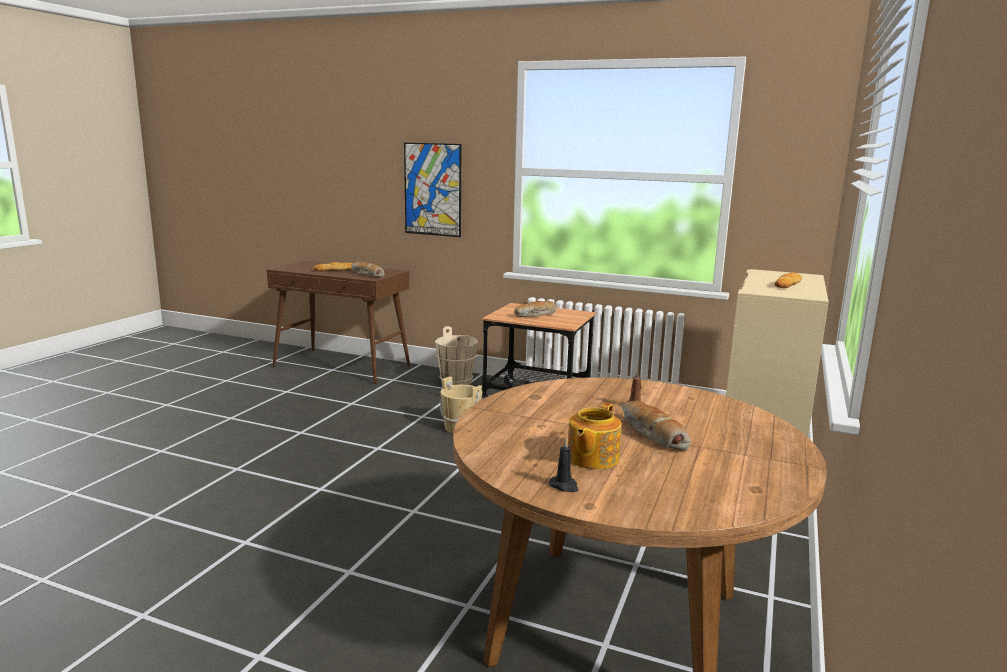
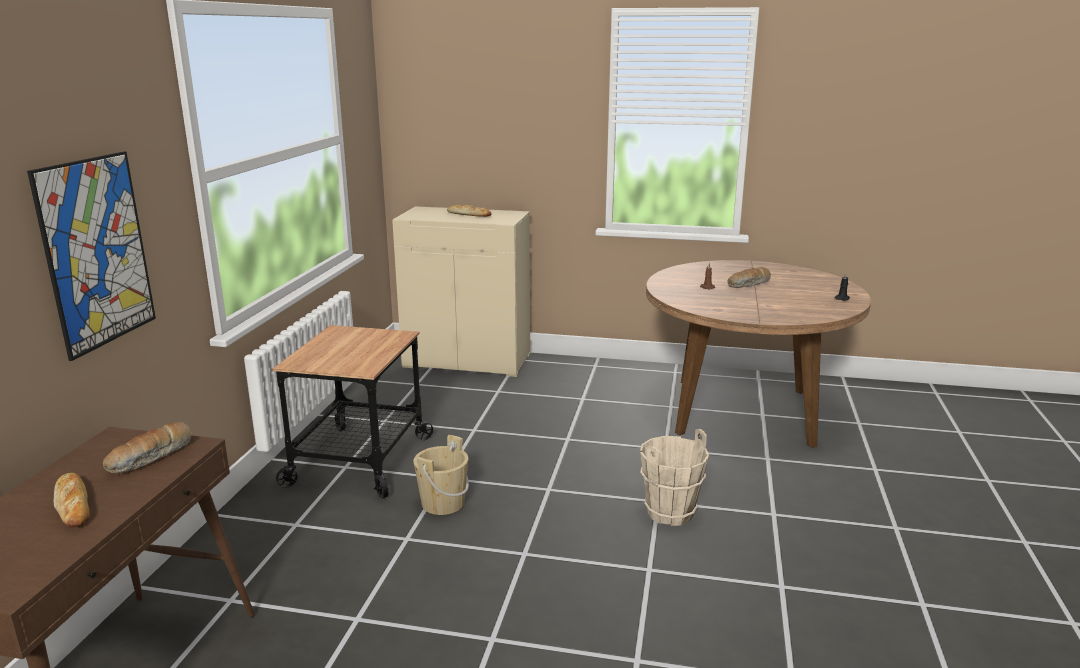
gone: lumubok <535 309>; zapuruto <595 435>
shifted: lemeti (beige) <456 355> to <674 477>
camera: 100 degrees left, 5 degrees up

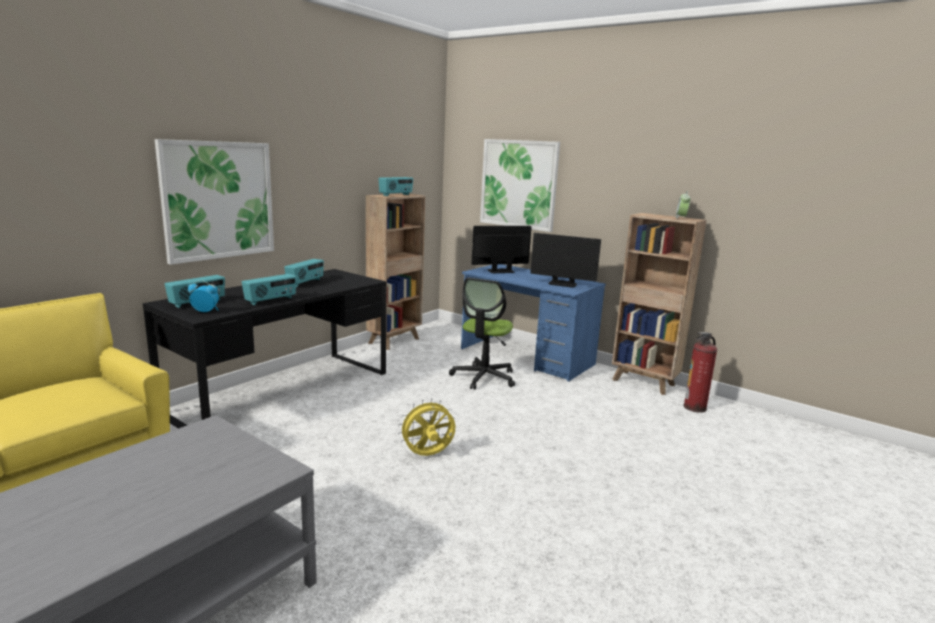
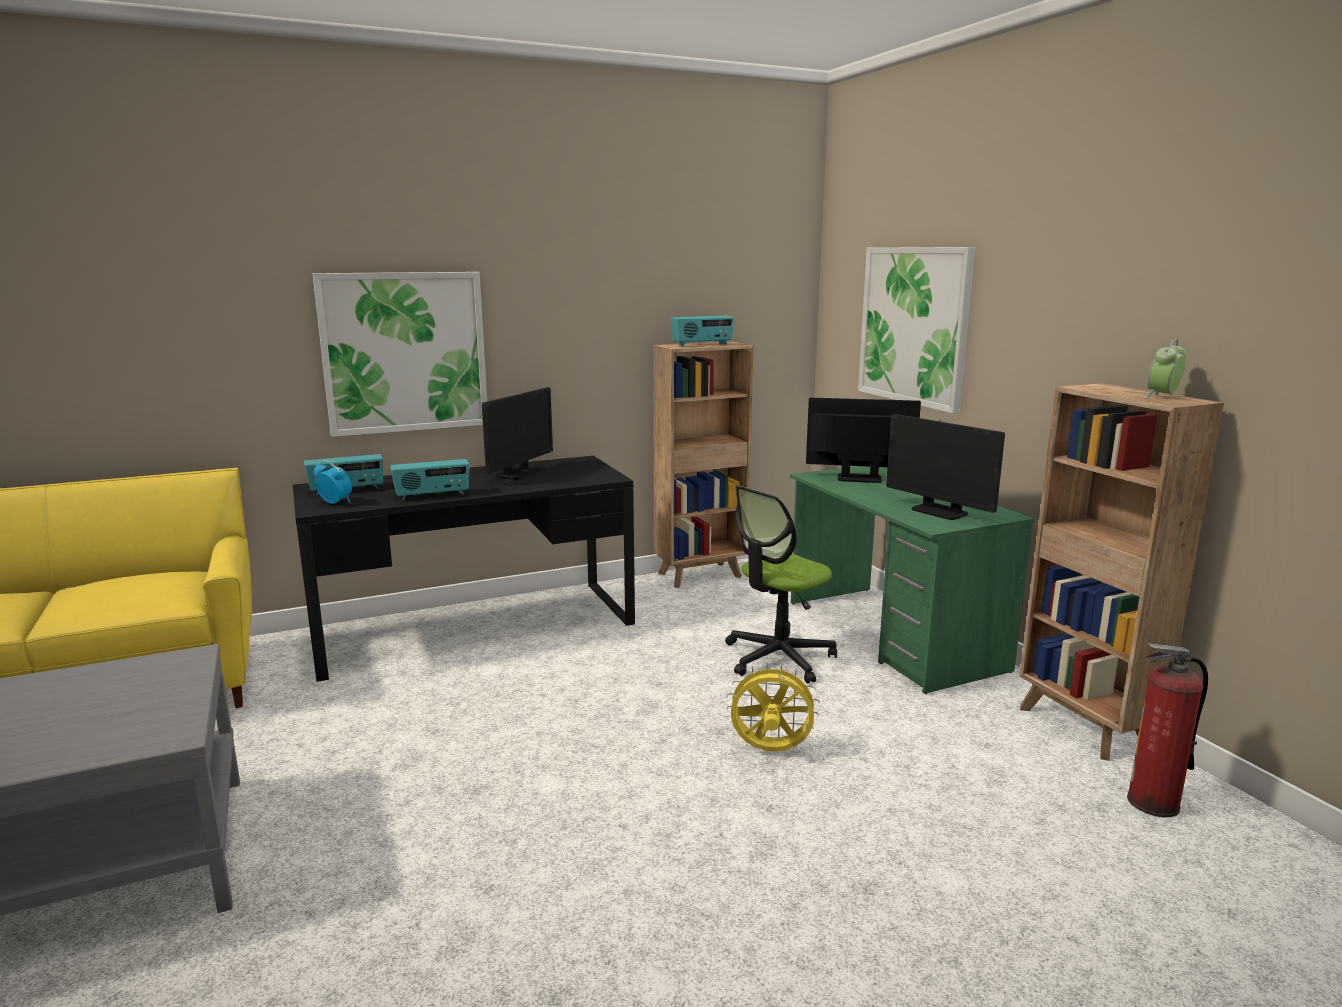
shifted: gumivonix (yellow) <426 427> to <773 707>
swapped: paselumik <304 273> to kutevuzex <517 433>
repainted: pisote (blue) <533 323> to pisote (green) <913 580>
camera: 30 degrees right, 0 degrees up

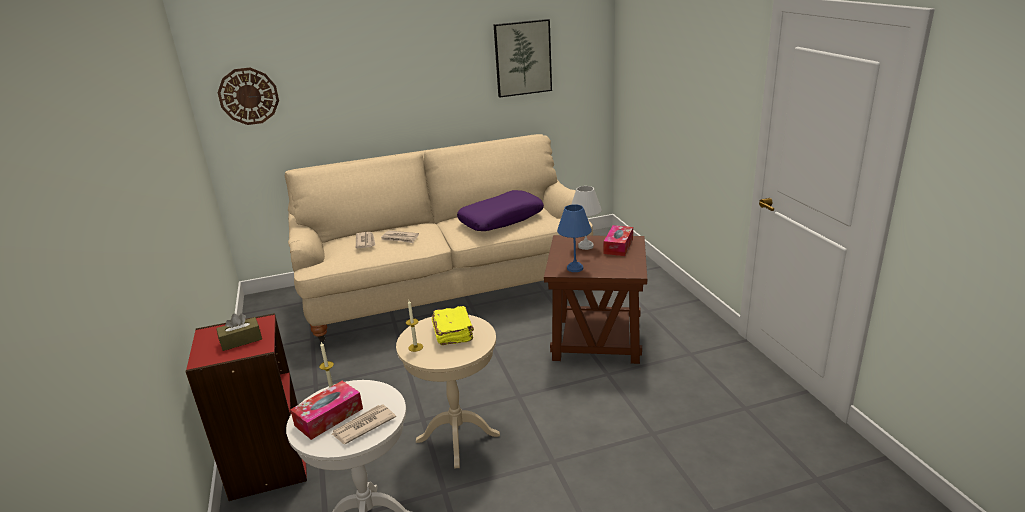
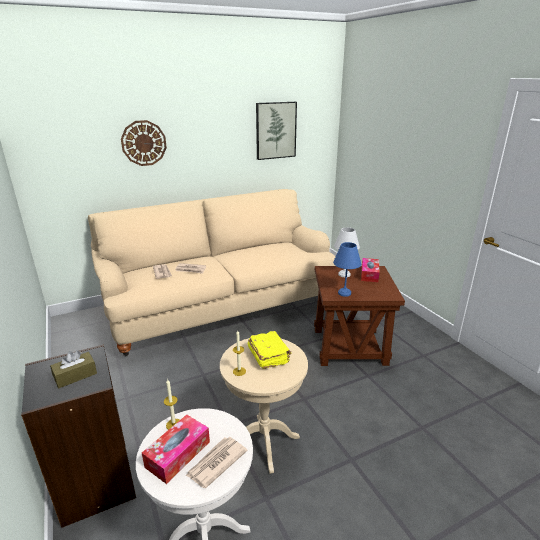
gone: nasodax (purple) <500 210>
shifted: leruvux <248 96> to <144 143>
repainted: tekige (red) <246 407> to tekige (black) <78 436>
camera: 10 degrees left, 0 degrees up

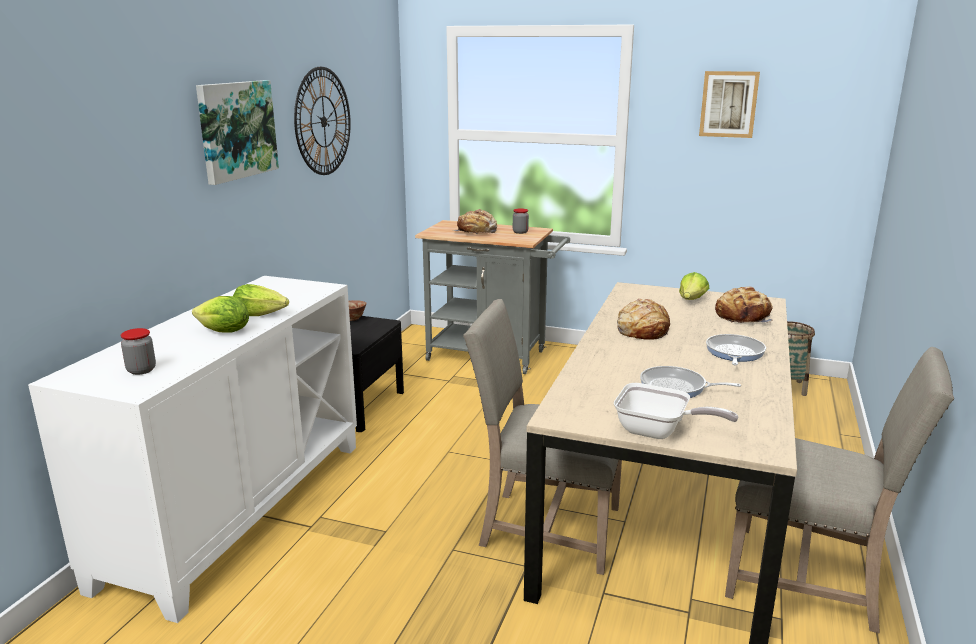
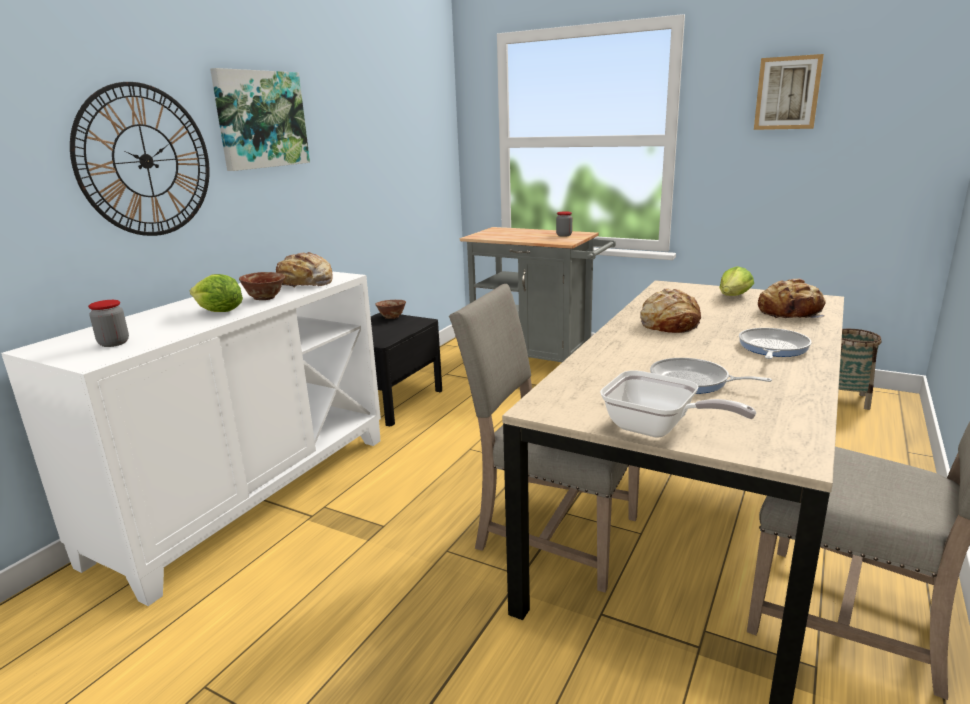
shifted: leruvux <322 121> to <140 159>; lumubok <475 221> to <304 270>
swapped: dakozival <261 300> to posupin <262 286>
camera: 10 degrees right, 0 degrees up

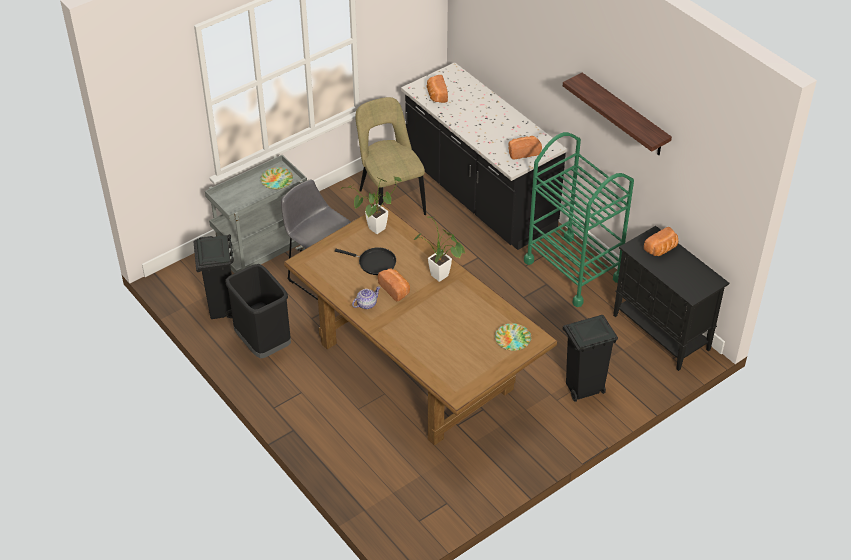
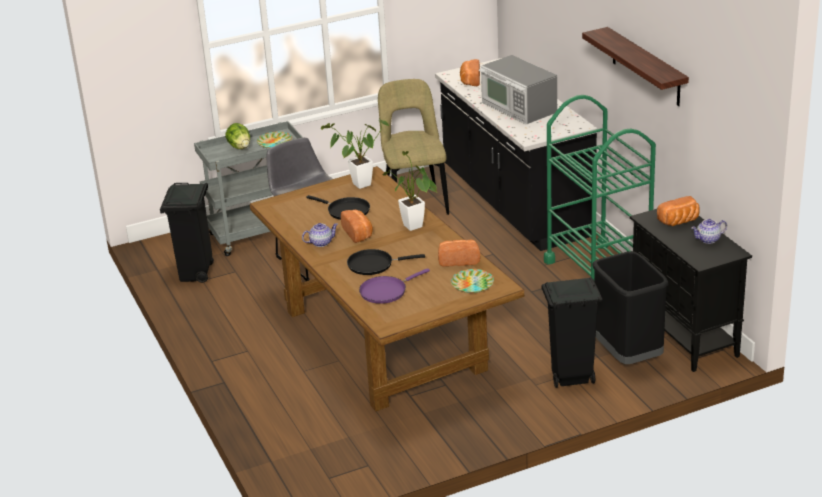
new: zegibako <517 89>; dakozival <237 136>; zapuruto <709 231>; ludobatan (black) <386 262>; ludobatan (purple) <394 286>
shifted: lumubok <525 148> to <459 253>; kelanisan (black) <258 311> to <631 307>
camera: 15 degrees right, 15 degrees down

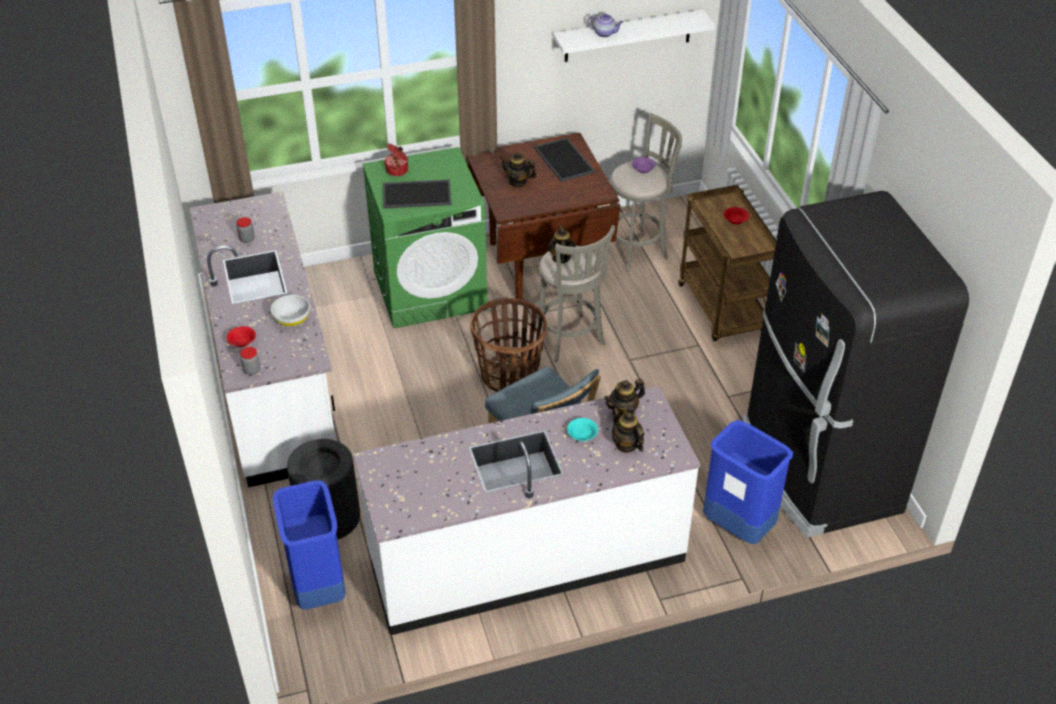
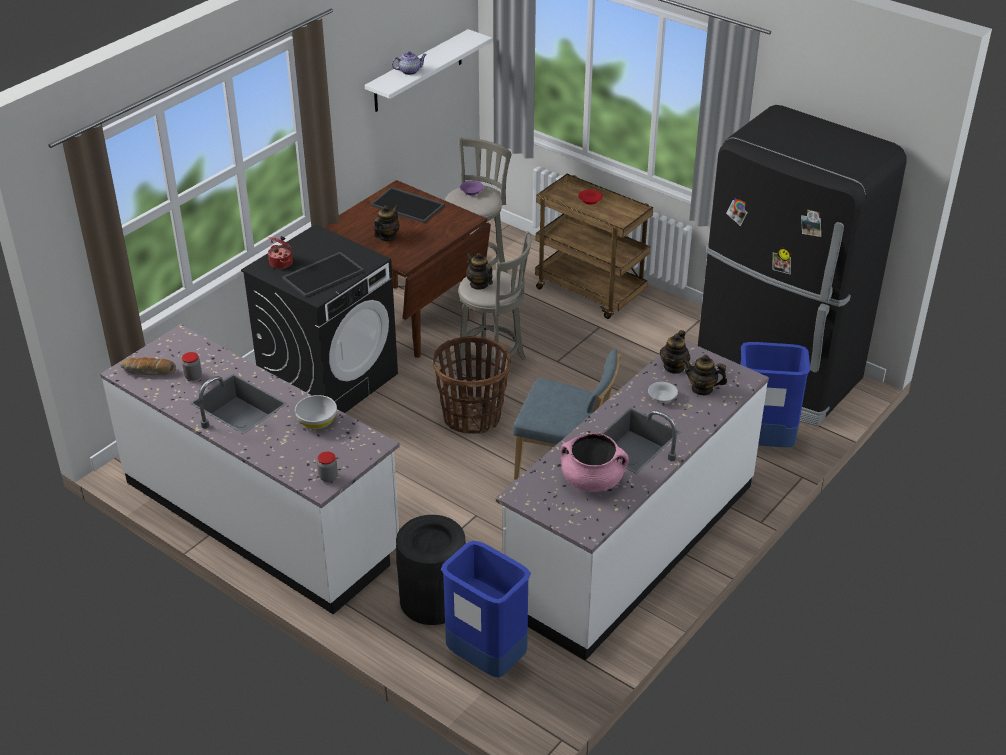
gone: posupin (red) <241 336>
new: lumubok <148 366>; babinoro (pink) <595 462>
repainted: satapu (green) <425 238> to satapu (black) <319 318>; posupin (turquoise) <582 429> to posupin (white) <663 392>
rotated: zapuruto <518 169> = <387 223> 135 degrees clockwise
camera: 35 degrees left, 5 degrees down

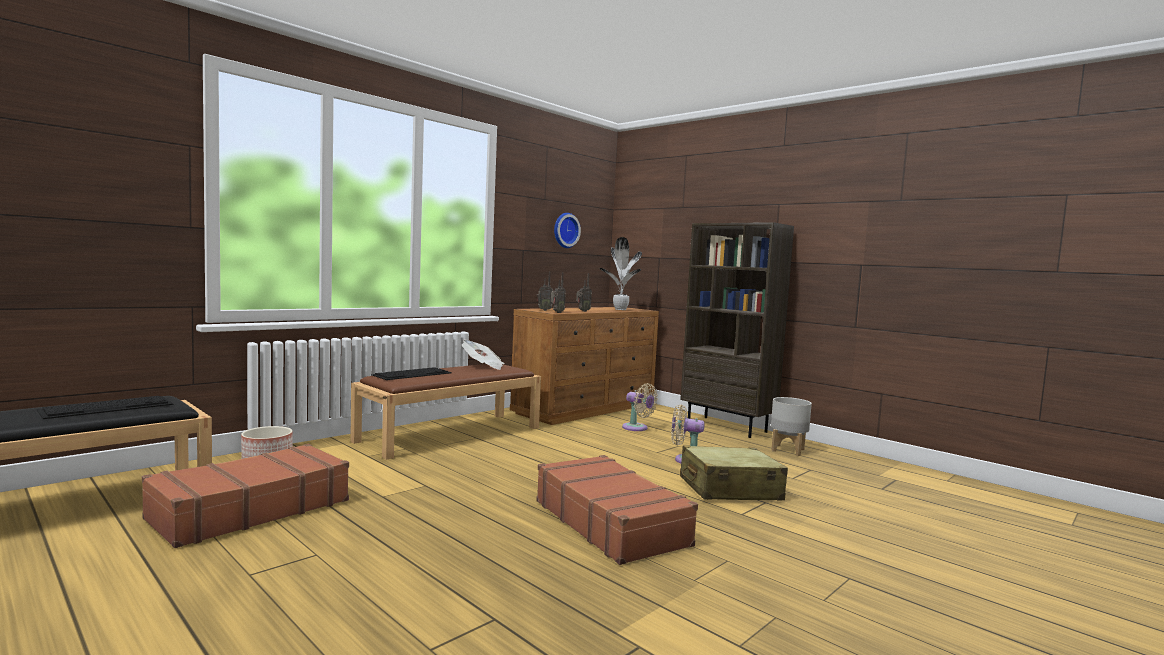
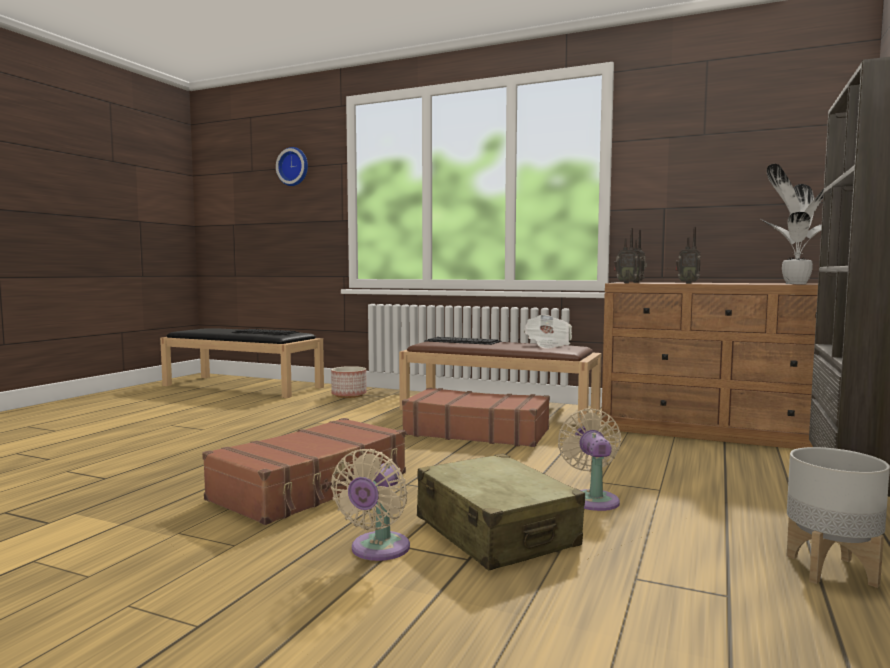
shifted: leruvux <567 230> to <292 166>; gumivonix (beige) <640 407> to <370 505>; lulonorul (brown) <245 496> to <476 417>
camera: 70 degrees right, 0 degrees up

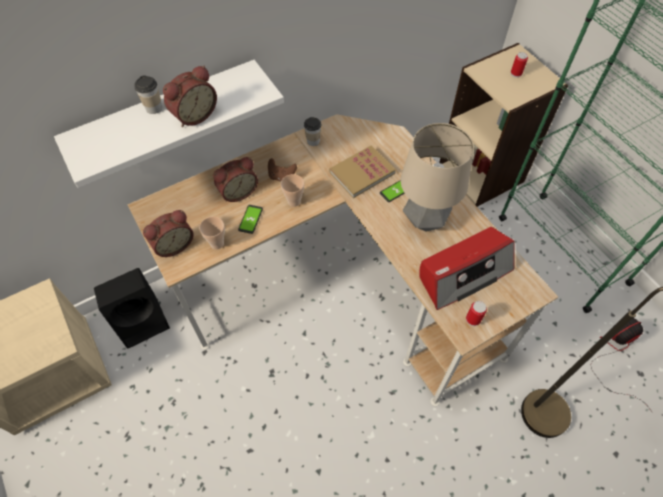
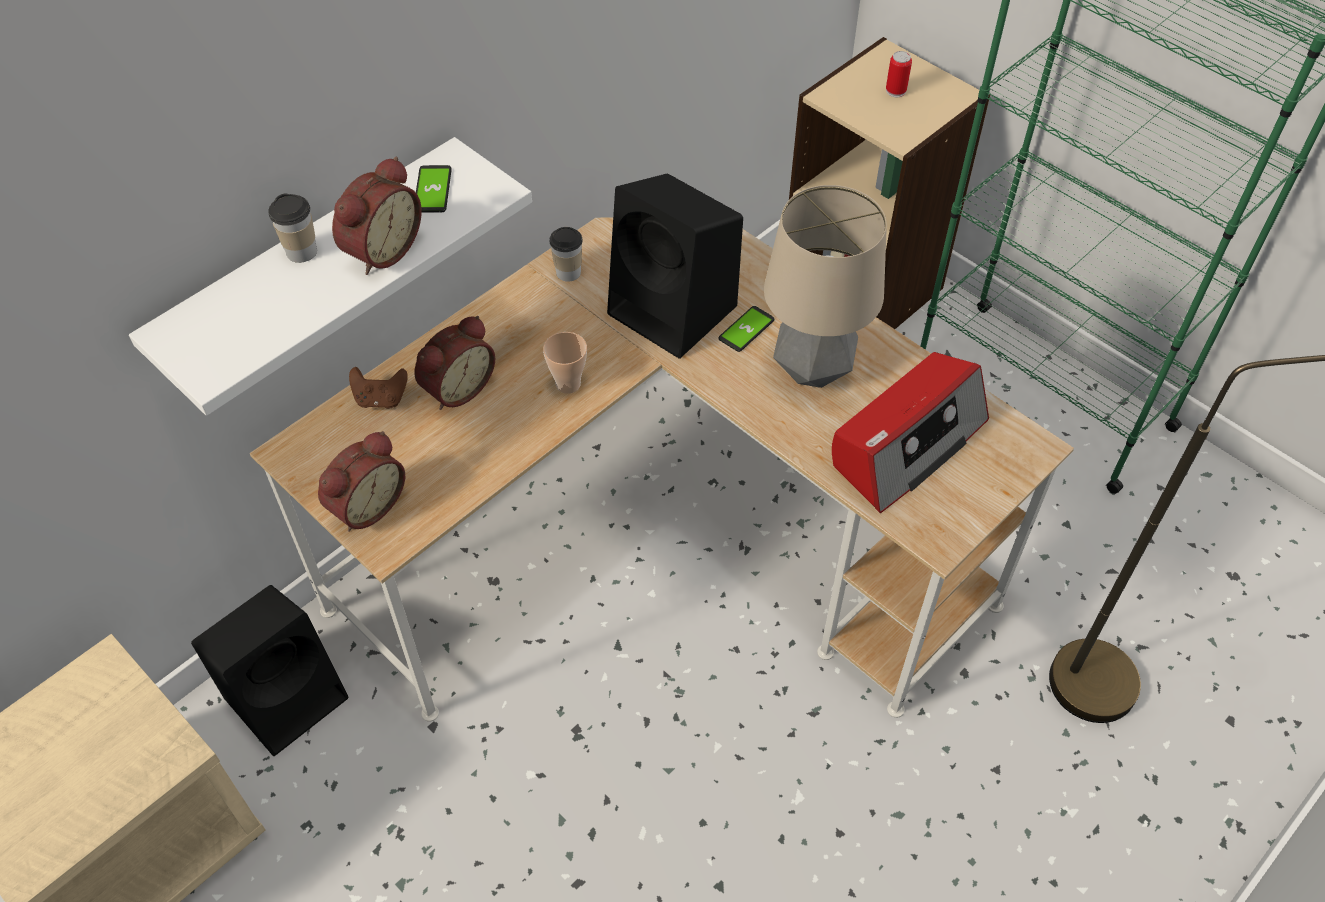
gone: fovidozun <212 233>; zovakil <476 313>; gumivonix <621 365>
shifted: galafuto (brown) <282 169> to <378 388>; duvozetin <250 219> to <434 189>
swapped: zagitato <362 171> to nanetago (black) <675 266>
camera: 15 degrees left, 5 degrees down

